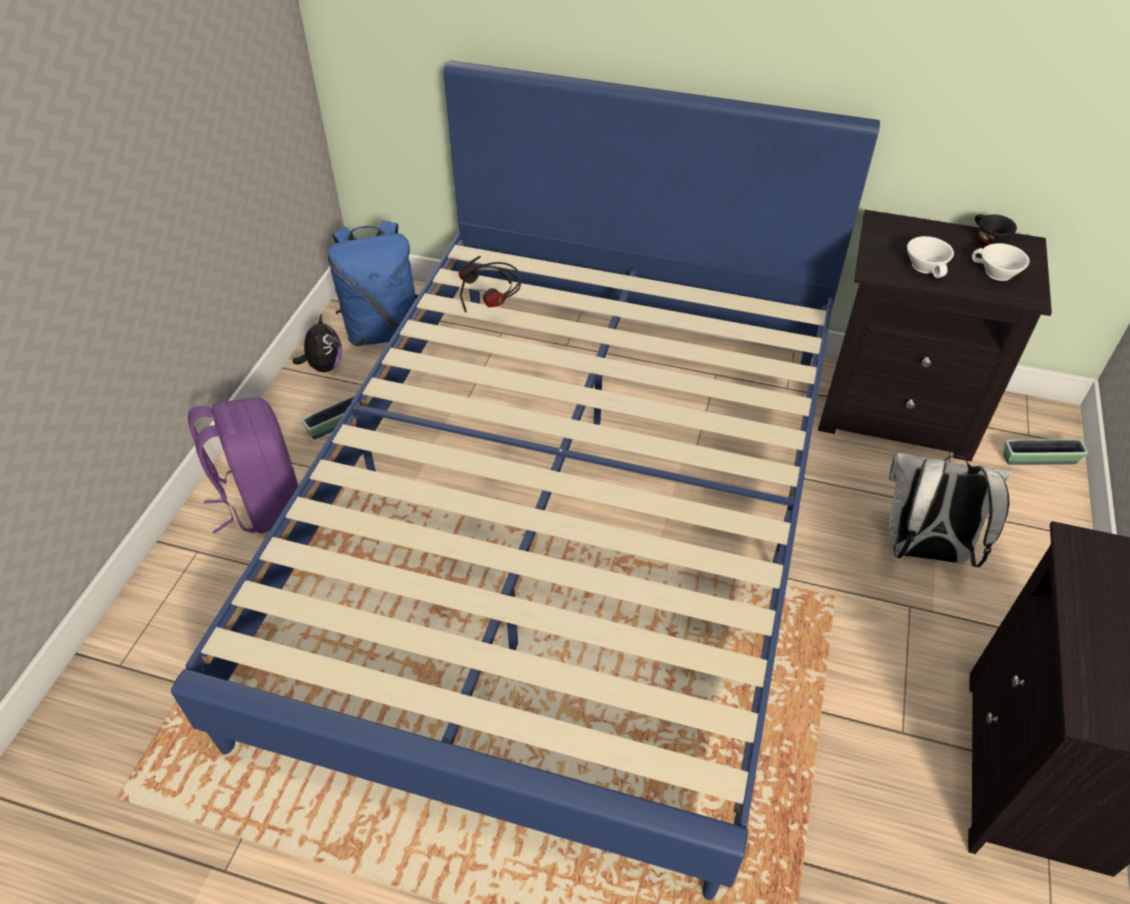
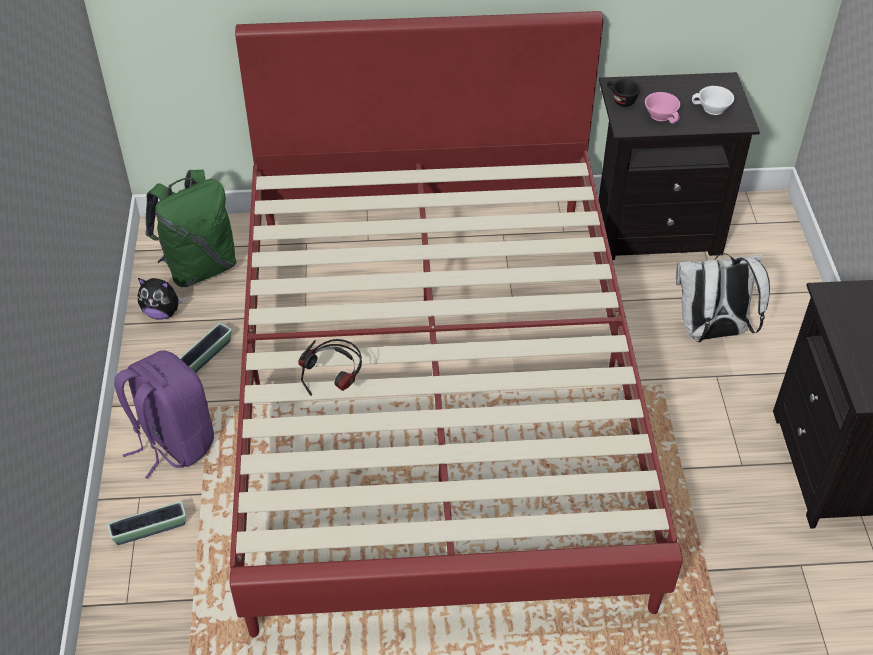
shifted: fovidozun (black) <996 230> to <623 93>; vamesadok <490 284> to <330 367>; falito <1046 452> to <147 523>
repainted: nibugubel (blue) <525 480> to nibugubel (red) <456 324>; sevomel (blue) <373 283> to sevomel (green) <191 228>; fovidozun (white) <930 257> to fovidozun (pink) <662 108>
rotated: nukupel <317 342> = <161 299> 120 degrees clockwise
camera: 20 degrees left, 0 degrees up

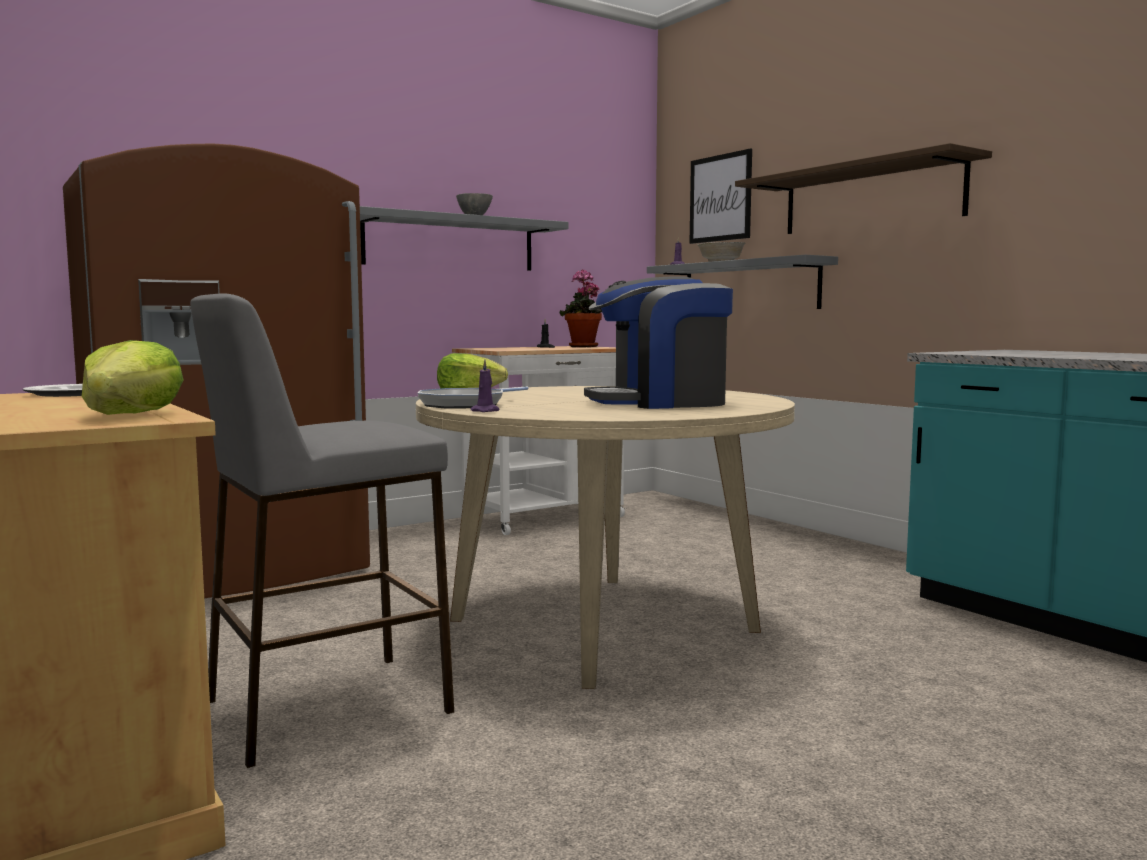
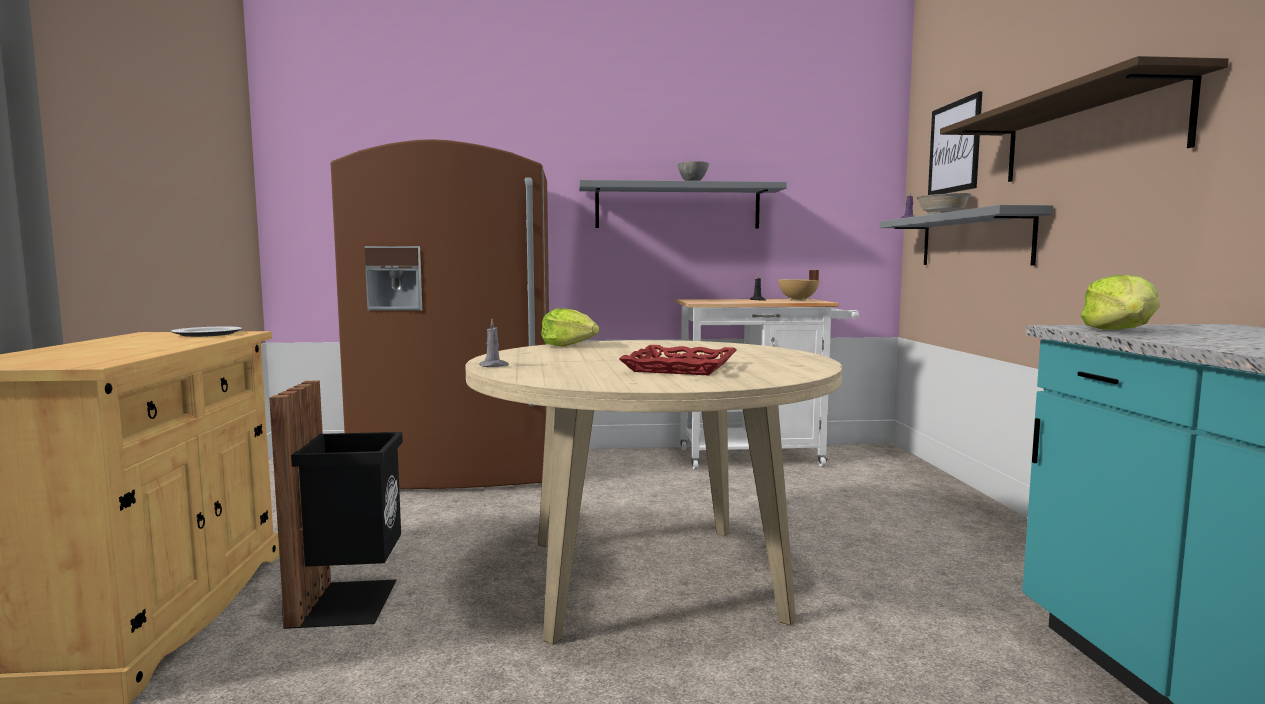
gone: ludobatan <473 397>
shifted: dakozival <133 377> to <1120 302>
swapped: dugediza <580 308> to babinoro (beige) <799 285>; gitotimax <658 343> to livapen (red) <678 360>; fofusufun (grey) <322 530> to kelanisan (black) <336 505>
repainted: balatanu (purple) <485 386> to balatanu (grey) <494 343>
camera: 30 degrees right, 0 degrees up

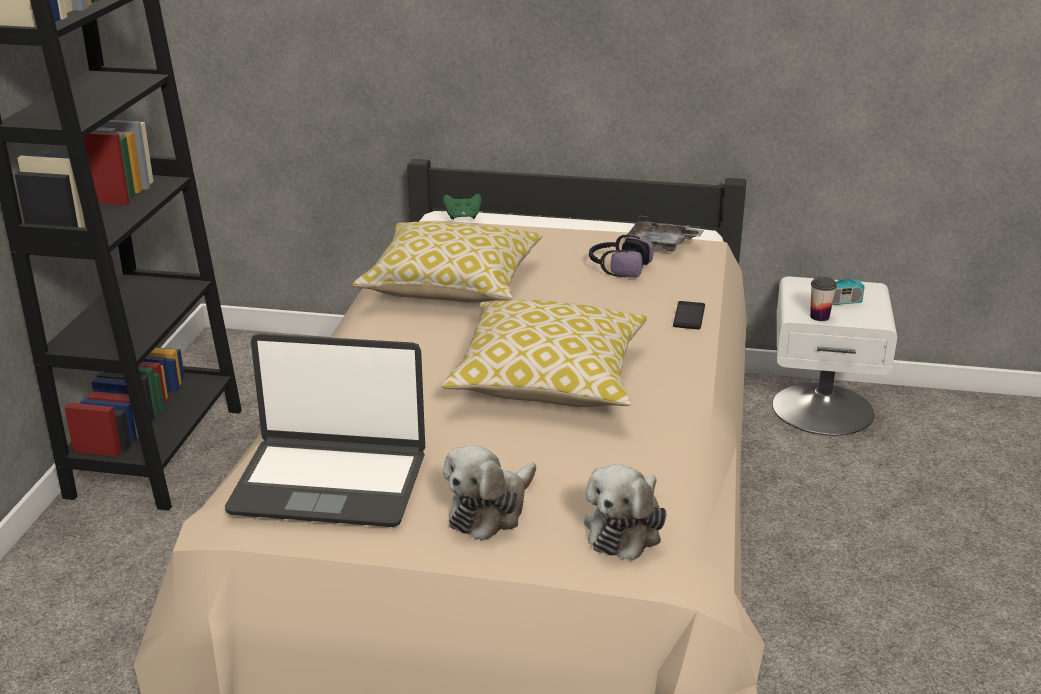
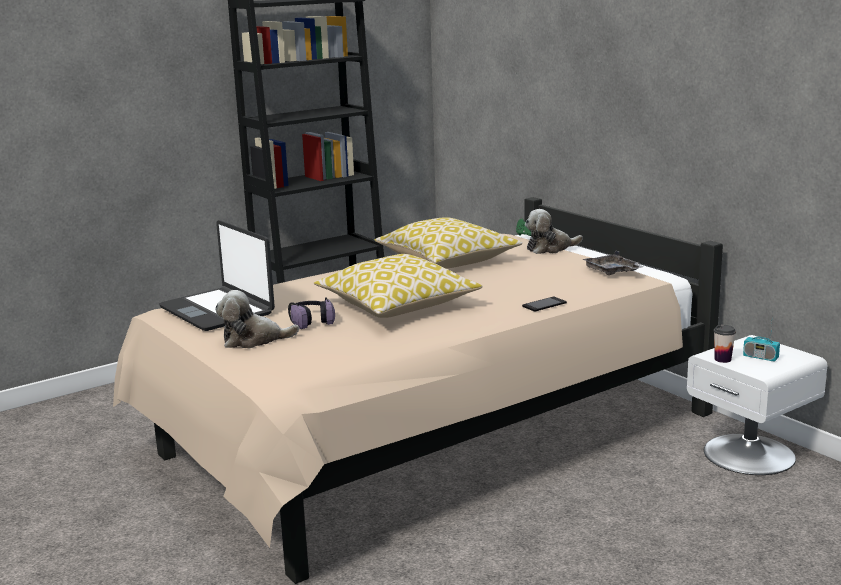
shifted: vamesadok <621 256> to <311 313>; nukupel <625 512> to <554 231>
camera: 45 degrees right, 10 degrees down

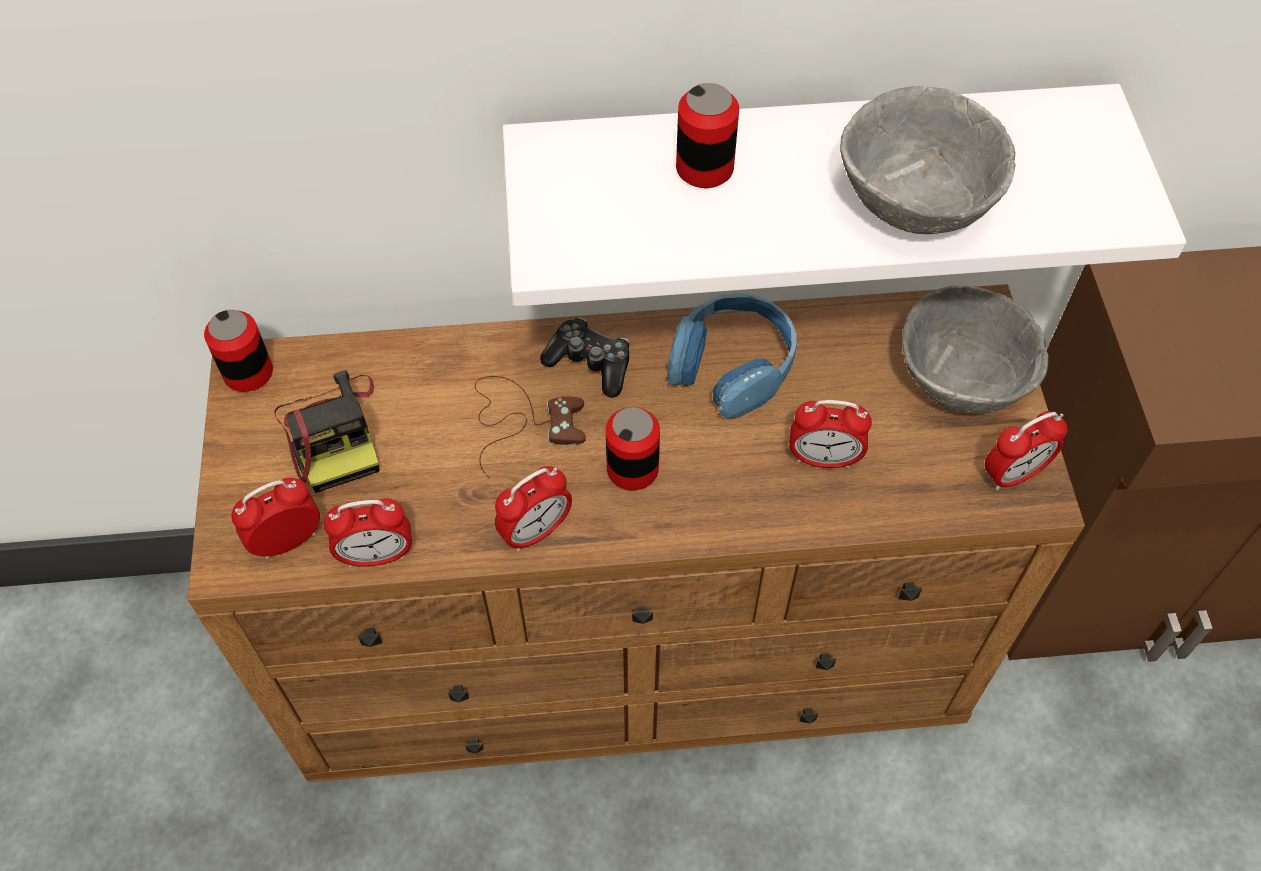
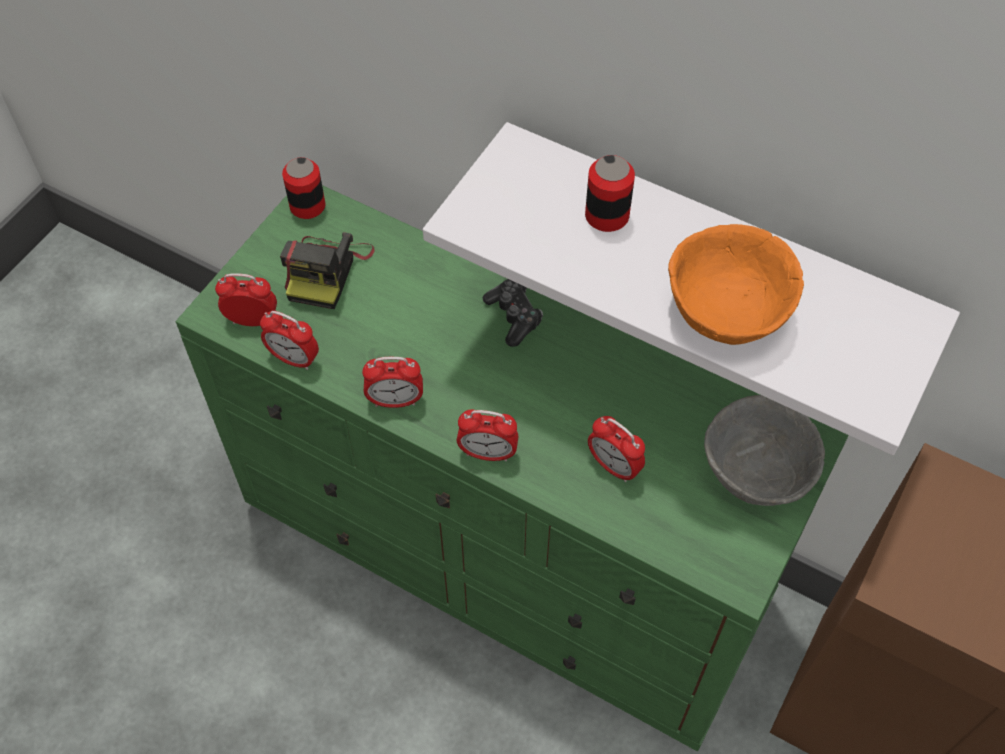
gone: vamesadok (blue) <732 356>; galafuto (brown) <530 427>; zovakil <632 448>
shifted: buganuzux <1026 451> to <487 435>
repainted: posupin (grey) <928 160> to posupin (orange) <736 284>; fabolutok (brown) <636 533> to fabolutok (green) <512 468>
camera: 35 degrees right, 0 degrees up

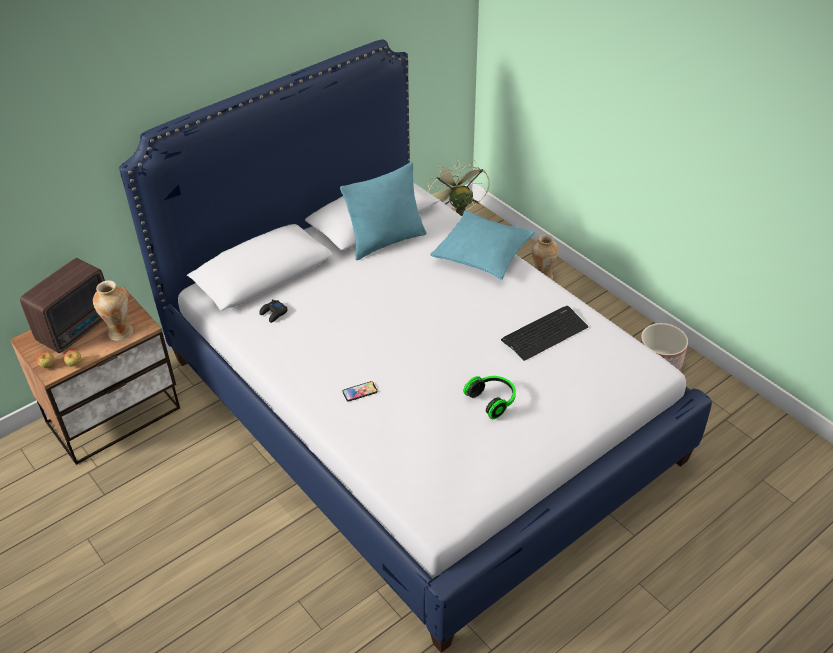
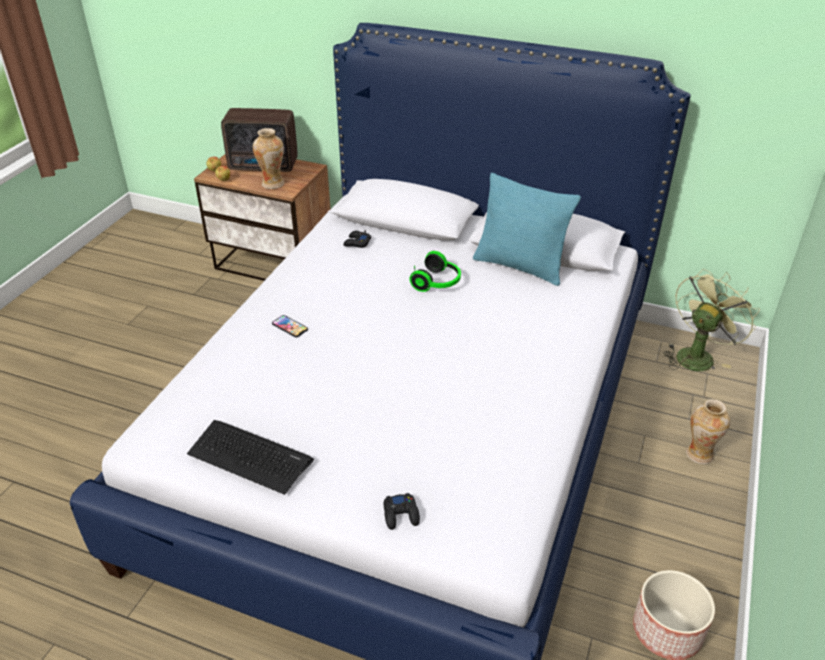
gone: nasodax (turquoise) <482 244>
new: galafuto (black) <401 511>
shifted: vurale <545 333> to <250 457>; vamesadok <489 397> to <435 271>
camera: 60 degrees right, 5 degrees down

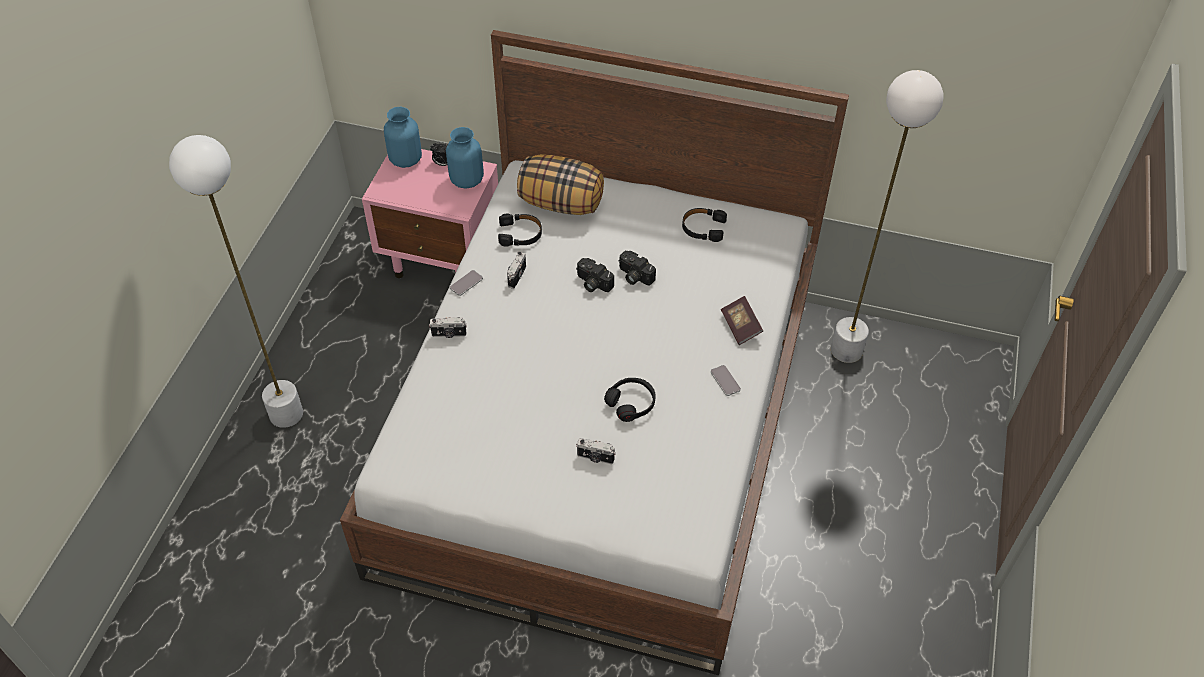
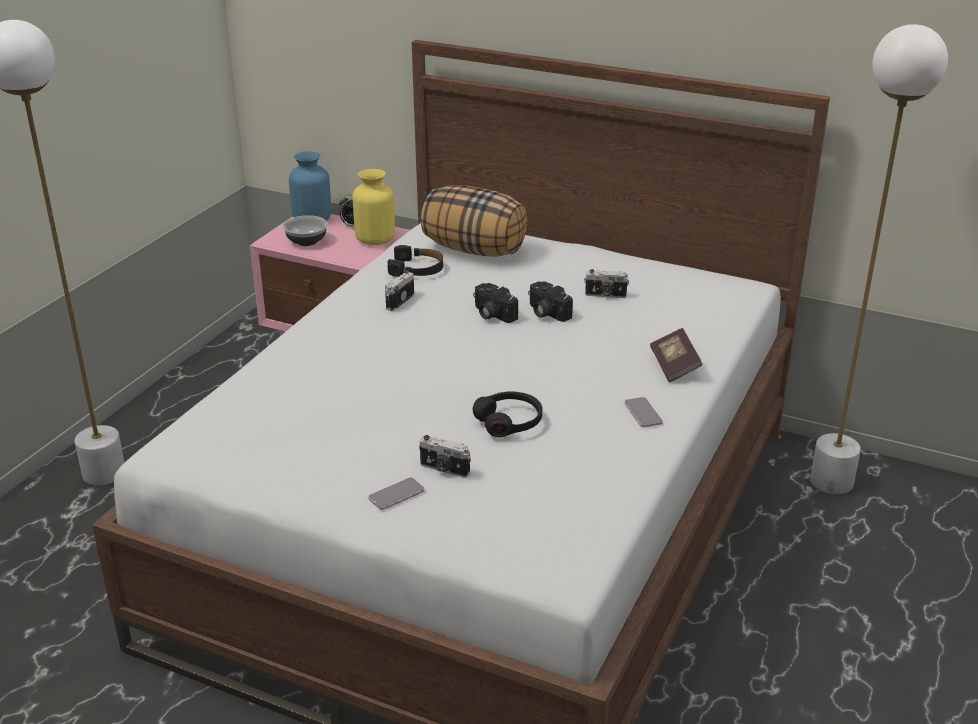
gone: vamesadok (black) <704 225>
new: posupin <305 230>
shifted: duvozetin <466 283> to <396 493>; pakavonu <448 327> to <606 283>
repainted: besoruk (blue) <465 158> to besoruk (yellow) <374 207>
camera: 10 degrees right, 20 degrees down

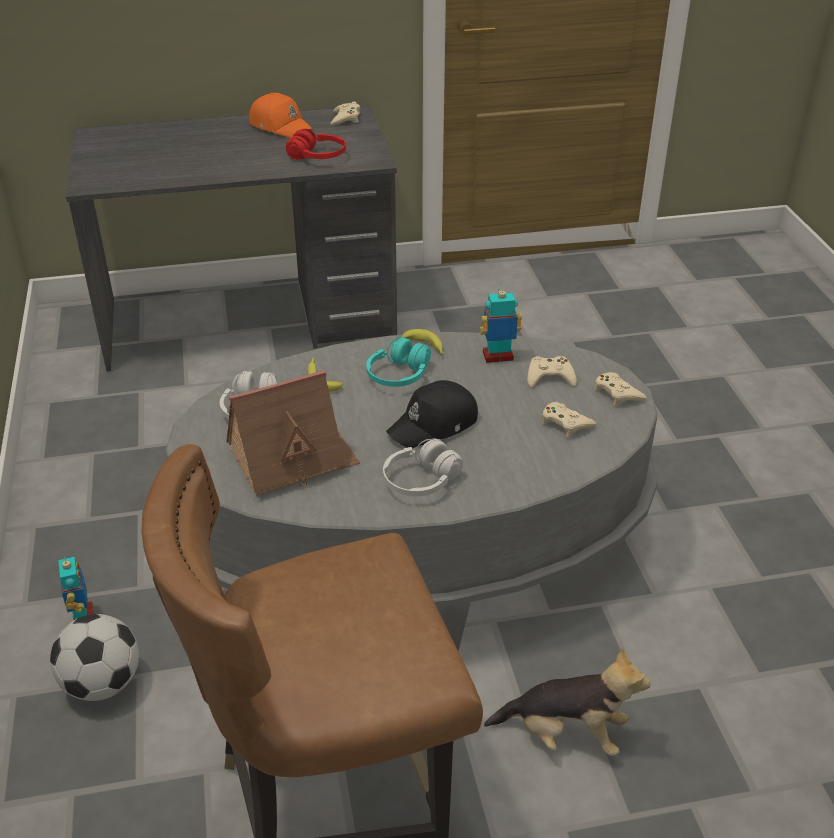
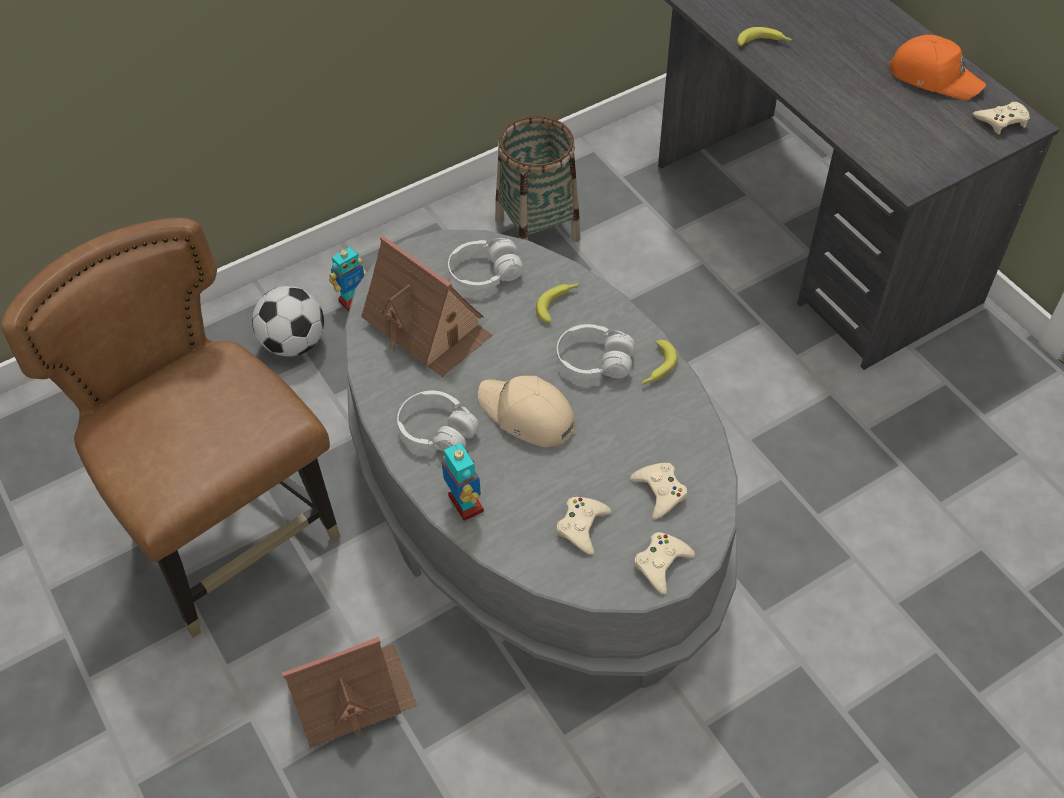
gone: vamesadok (red) <316 144>
new: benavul <765 36>; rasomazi <538 179>
shifted: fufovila <500 323> to <462 482>
swapped: nukupel <567 701> to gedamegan <349 692>
repainted: vamesadok (turquoise) <398 362> to vamesadok (white) <596 351>; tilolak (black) <432 414> to tilolak (beige) <527 411>
rotated: tilolak (orange) <281 115> = <937 67> 75 degrees counterclockwise
camera: 70 degrees right, 15 degrees up

